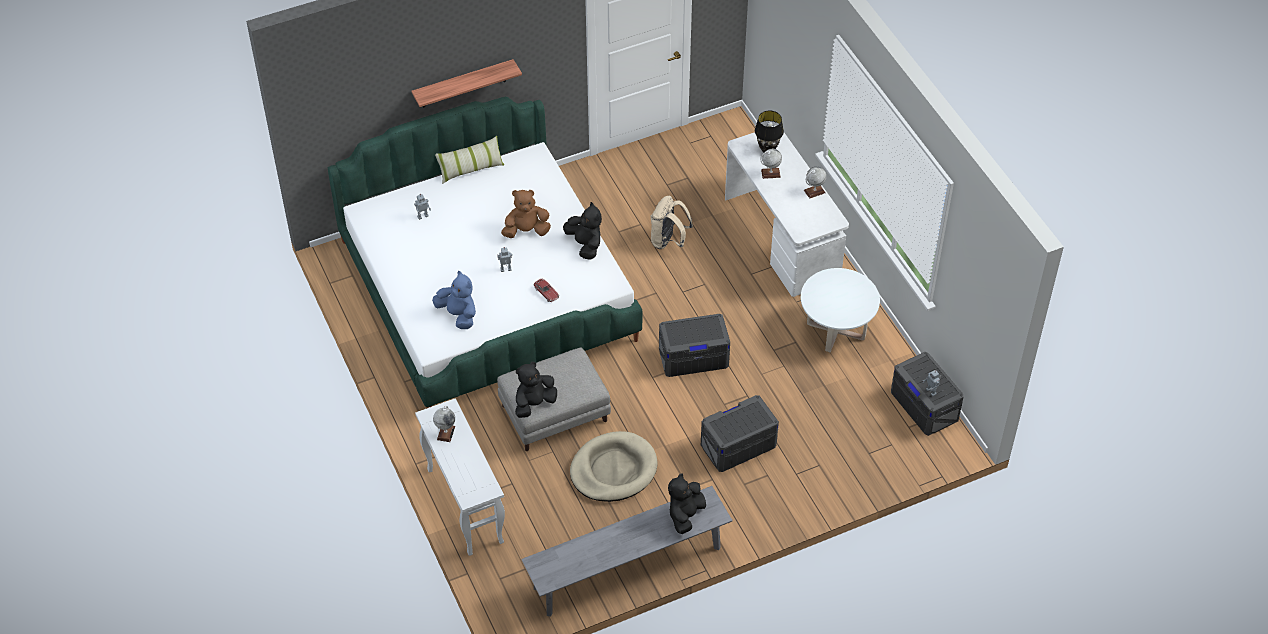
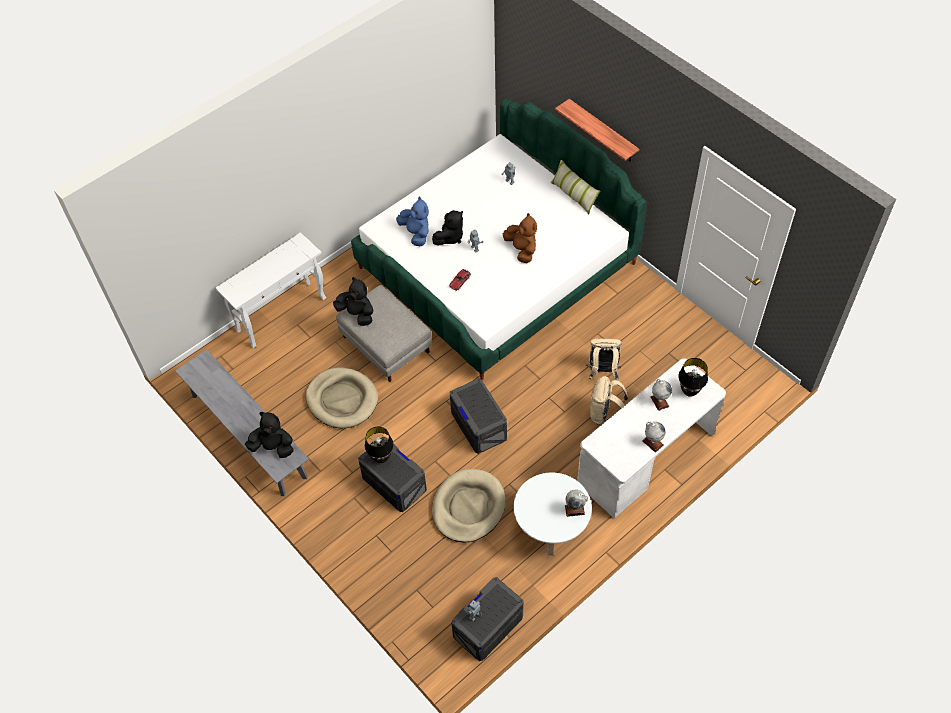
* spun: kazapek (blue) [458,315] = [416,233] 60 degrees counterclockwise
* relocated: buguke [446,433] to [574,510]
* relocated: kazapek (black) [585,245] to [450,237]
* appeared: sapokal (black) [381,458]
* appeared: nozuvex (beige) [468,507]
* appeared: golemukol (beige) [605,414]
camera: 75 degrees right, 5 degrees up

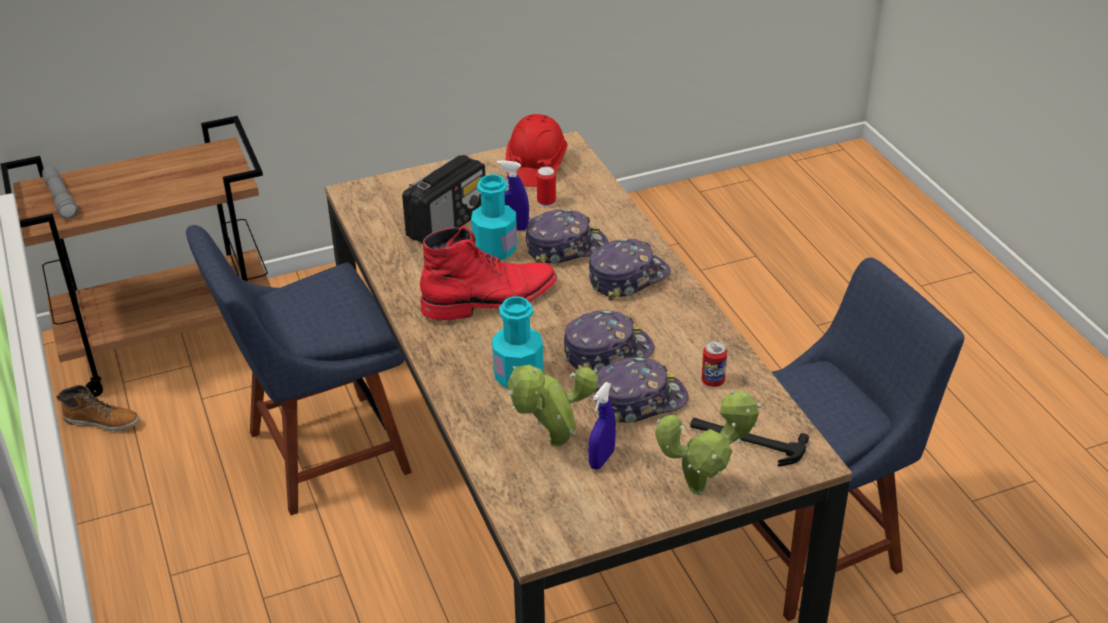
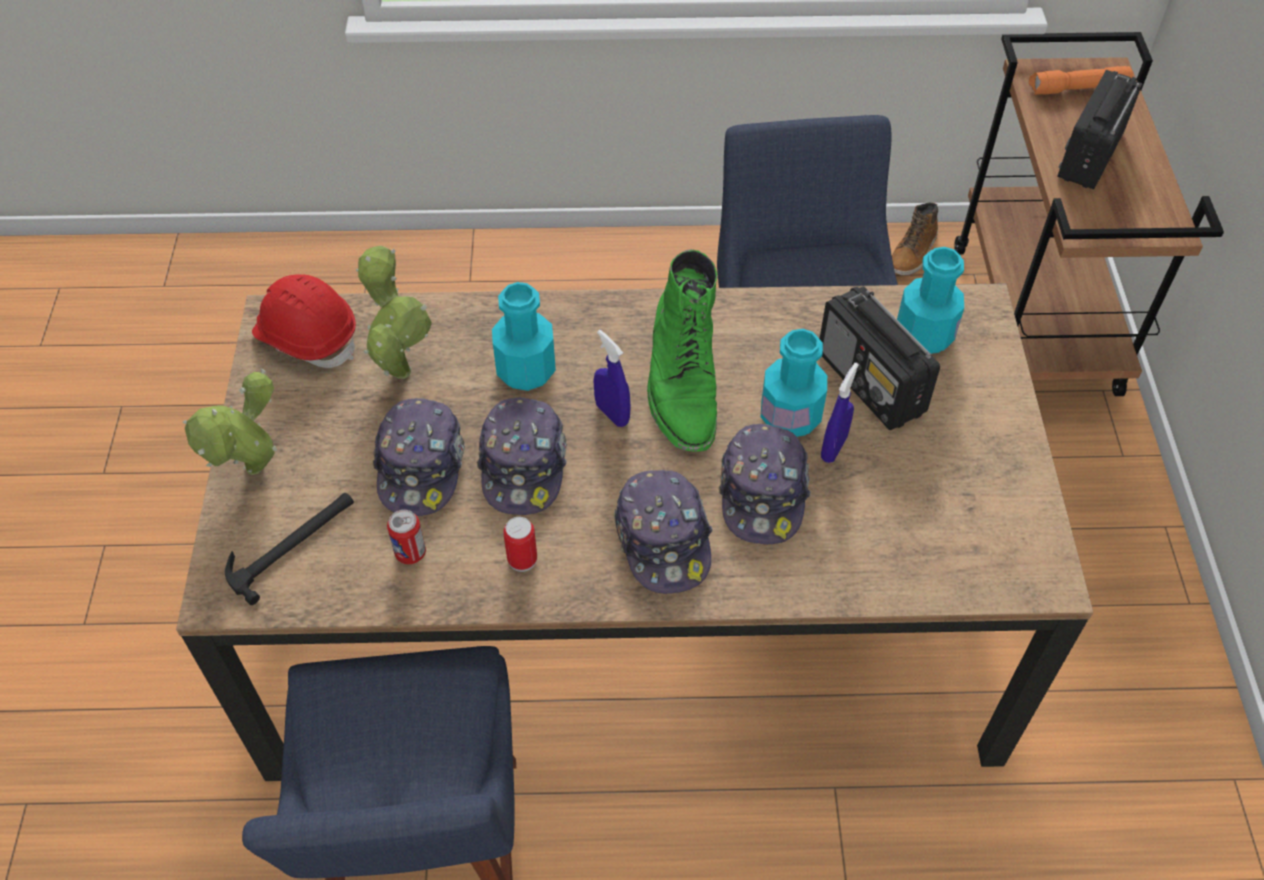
* colour: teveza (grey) [62,199] to teveza (orange) [1077,89]
* colour: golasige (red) [490,300] to golasige (green) [682,383]
* relocated: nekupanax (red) [535,166] to [307,337]
* relocated: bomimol [546,202] to [522,559]
* relocated: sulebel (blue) [601,459] to [612,414]
* appeared: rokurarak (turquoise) [924,335]
* appeared: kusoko [1089,156]
camera: 110 degrees right, 15 degrees up

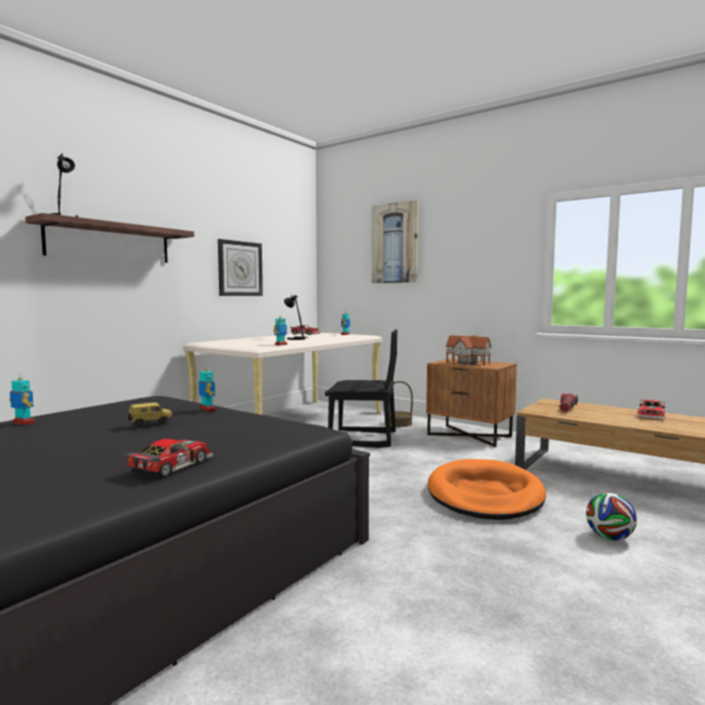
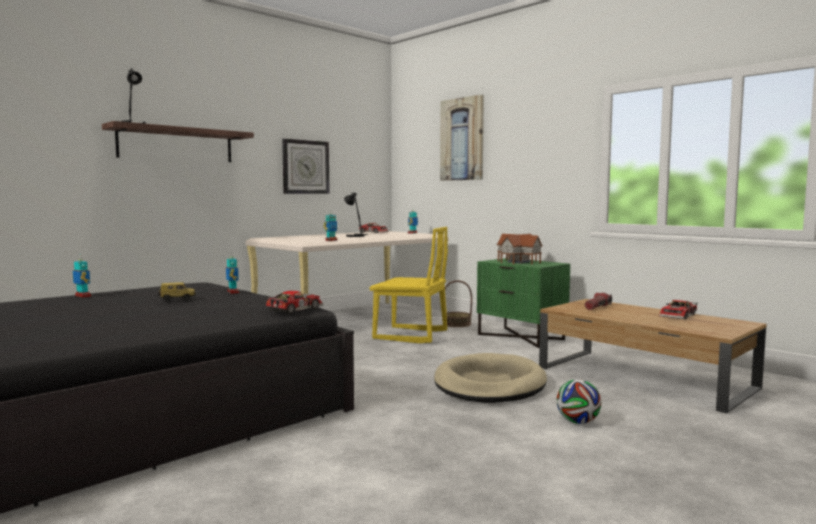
* relocated: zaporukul [169,465] to [293,309]
* colour: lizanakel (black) [363,439] to lizanakel (yellow) [410,335]
* colour: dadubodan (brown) [470,435] to dadubodan (green) [521,337]
* colour: nozuvex (orange) [484,495] to nozuvex (beige) [489,384]
camera: 10 degrees right, 0 degrees up

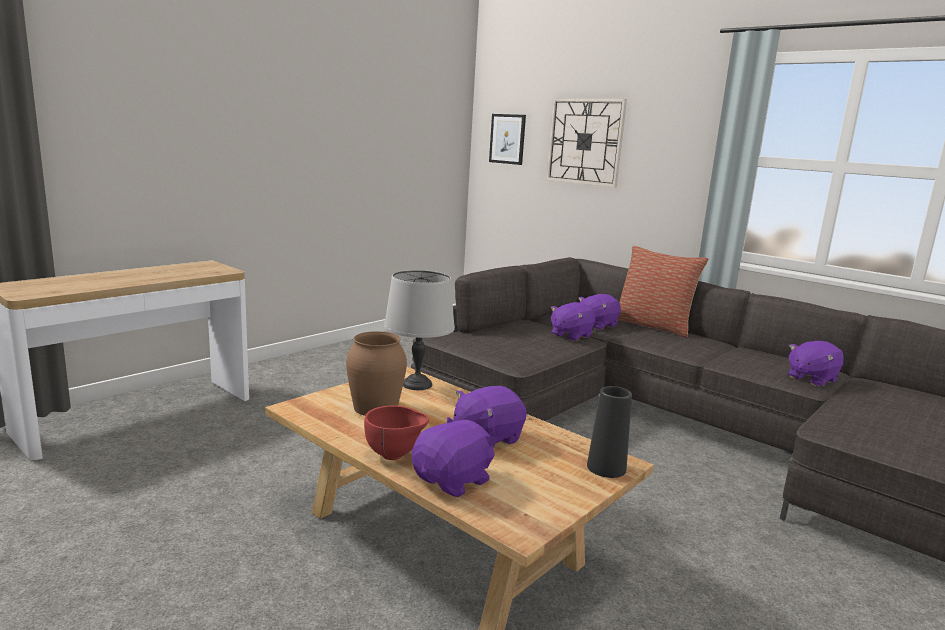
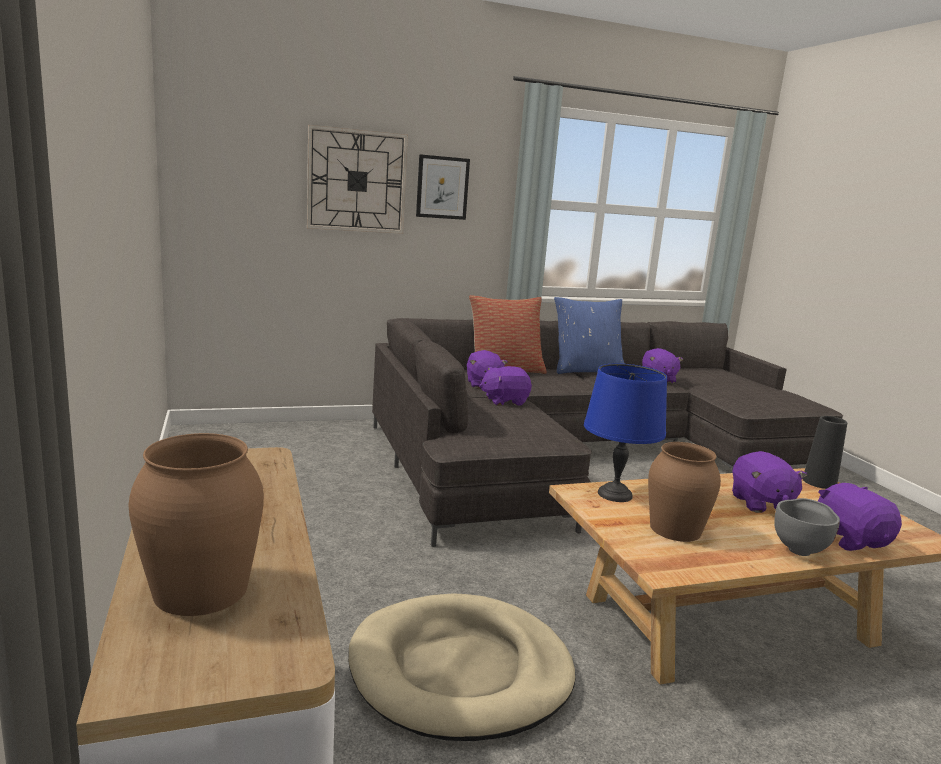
* colour: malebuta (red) [395,456] to malebuta (grey) [800,550]
* colour: sapokal (grey) [417,384] to sapokal (blue) [614,494]
* relocated: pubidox [507,139] to [442,187]
* spun: kazapek (purple) [570,335] = [504,401] 90 degrees clockwise
* appeared: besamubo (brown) [201,589]
* appeared: nozuvex (beige) [461,671]
* appeared: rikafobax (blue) [586,370]
camera: 60 degrees left, 0 degrees up

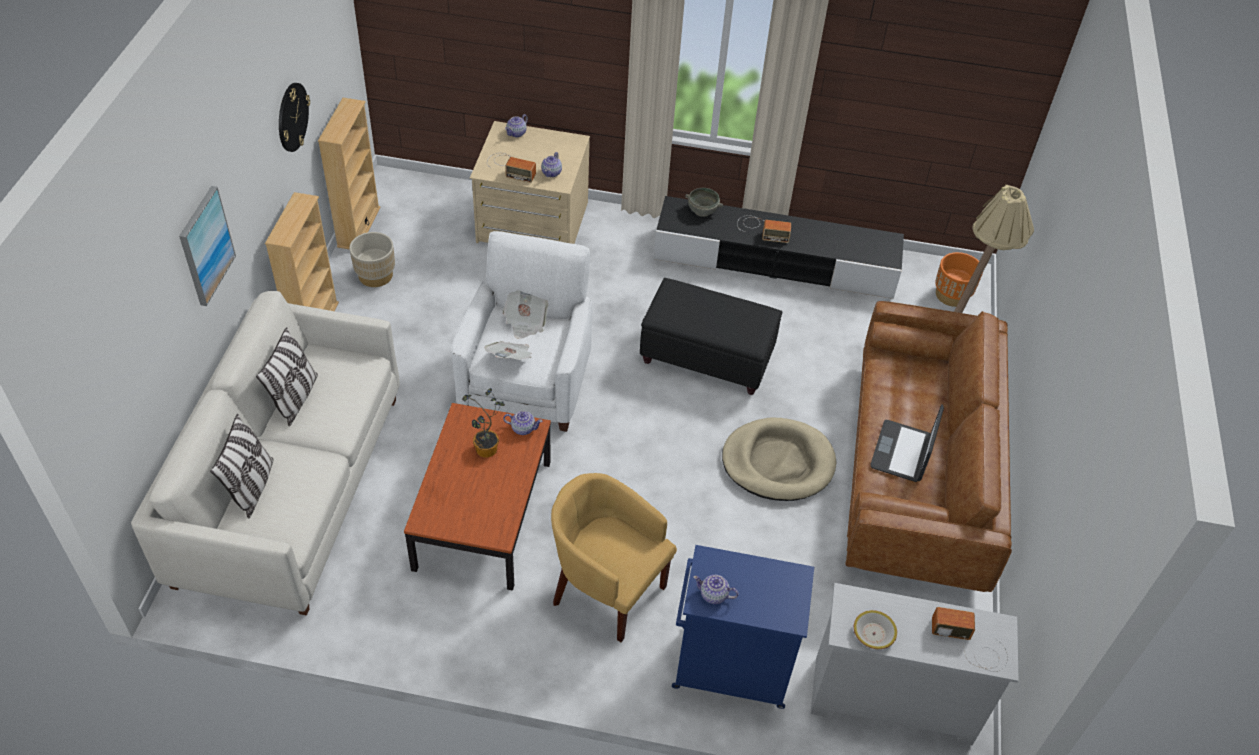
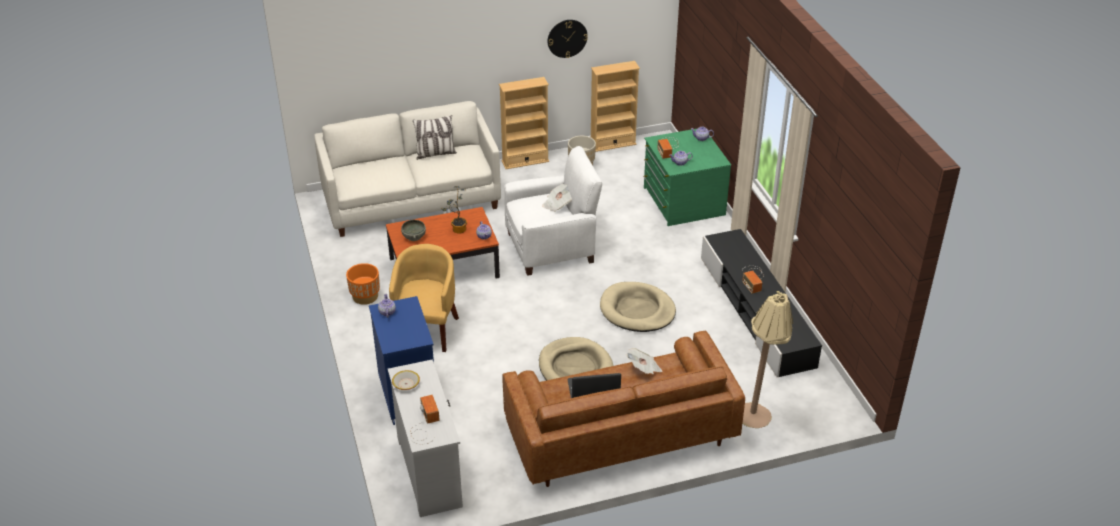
* missing: pubidox [205,246]
* missing: rikafobax [252,487]
* colour: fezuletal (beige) [532,223] to fezuletal (green) [682,201]
* relocated: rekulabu [510,358] to [643,369]
* exchanged: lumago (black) [707,358] to nozuvex (beige) [637,310]
* relocated: malebuta (grey) [702,211] to [413,237]
* relocated: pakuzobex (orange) [952,295] to [365,296]
camera: 65 degrees right, 10 degrees down

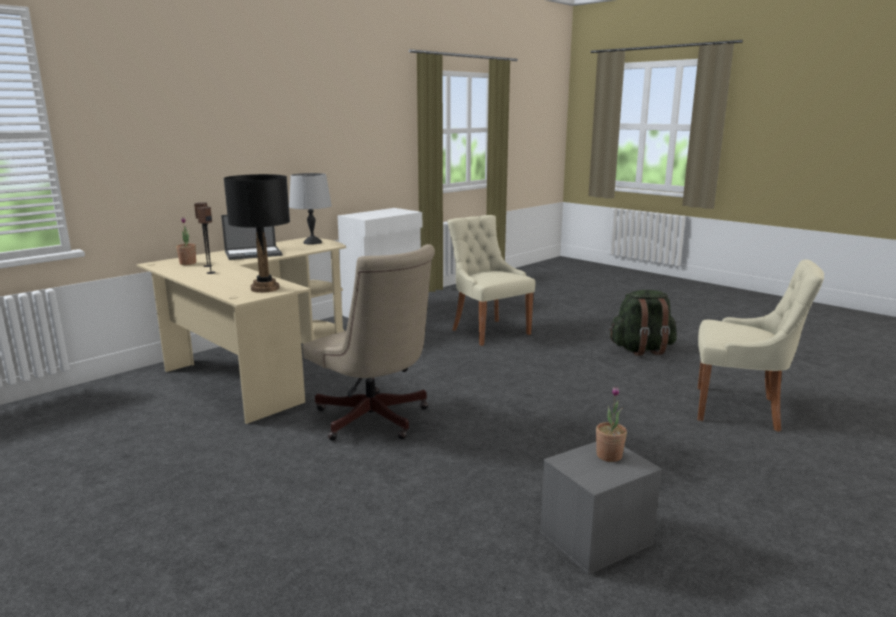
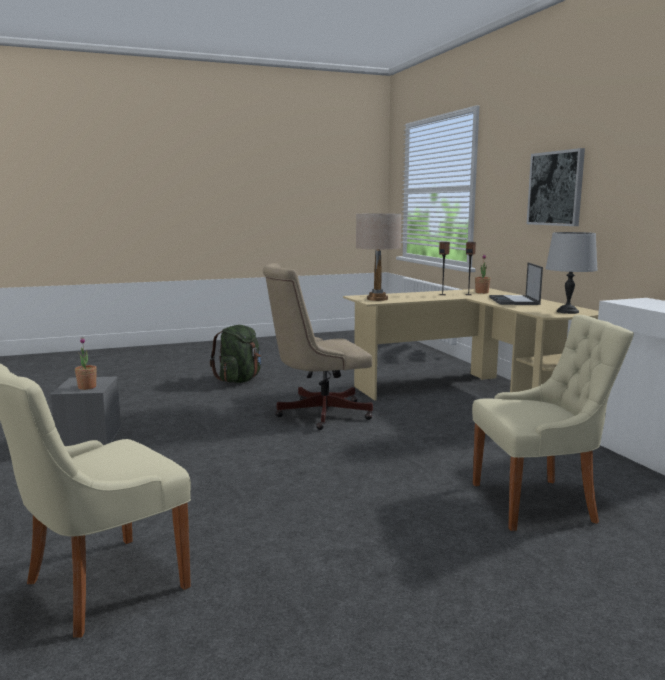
* colour: sapokal (black) [265,288] to sapokal (beige) [377,299]
* relocated: golemukol (green) [641,349] to [239,380]
* appeared: pubidox [556,188]
camera: 115 degrees right, 5 degrees down

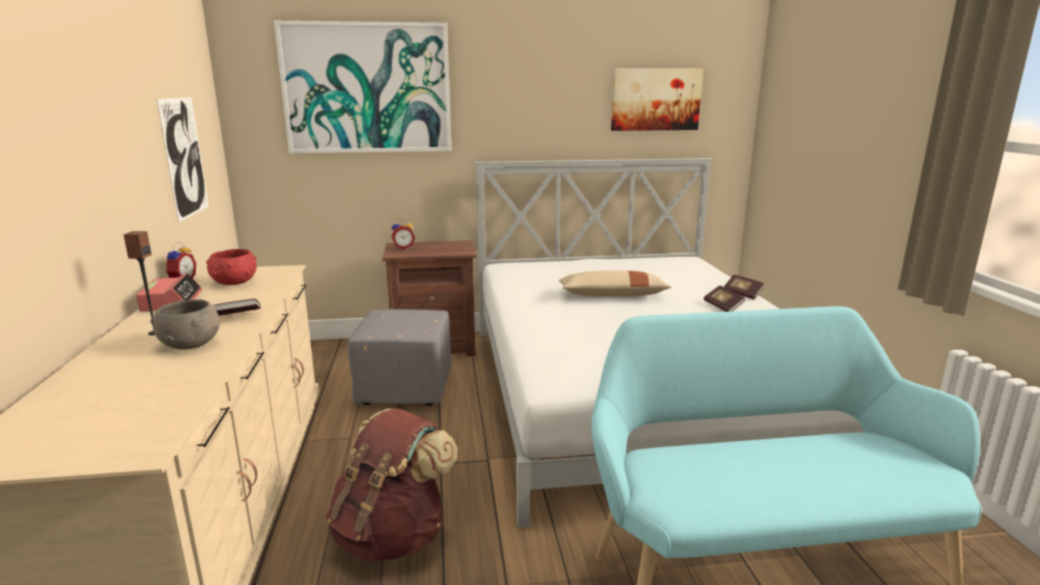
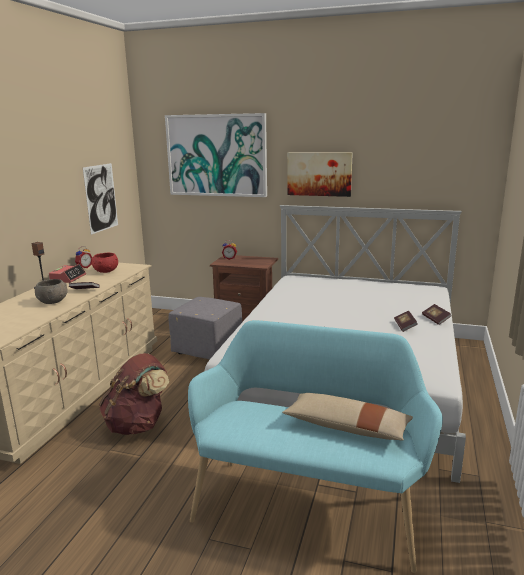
* relocated: rikafobax (beige) [612,296] to [347,427]
* relocated: pubidox [655,99] to [319,174]
camera: 25 degrees right, 0 degrees up

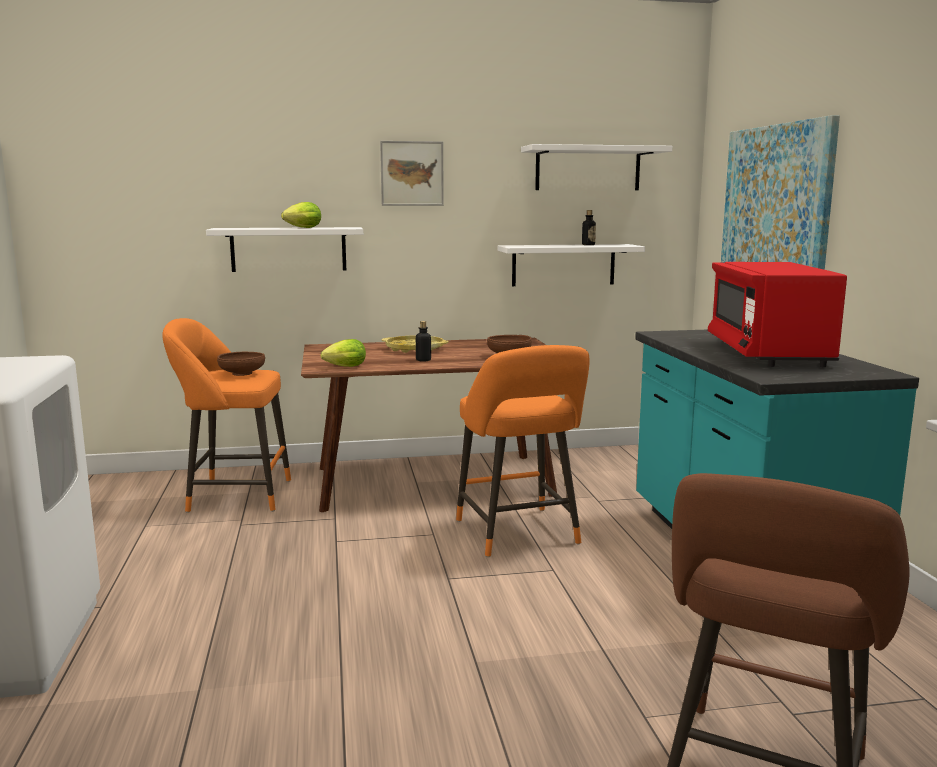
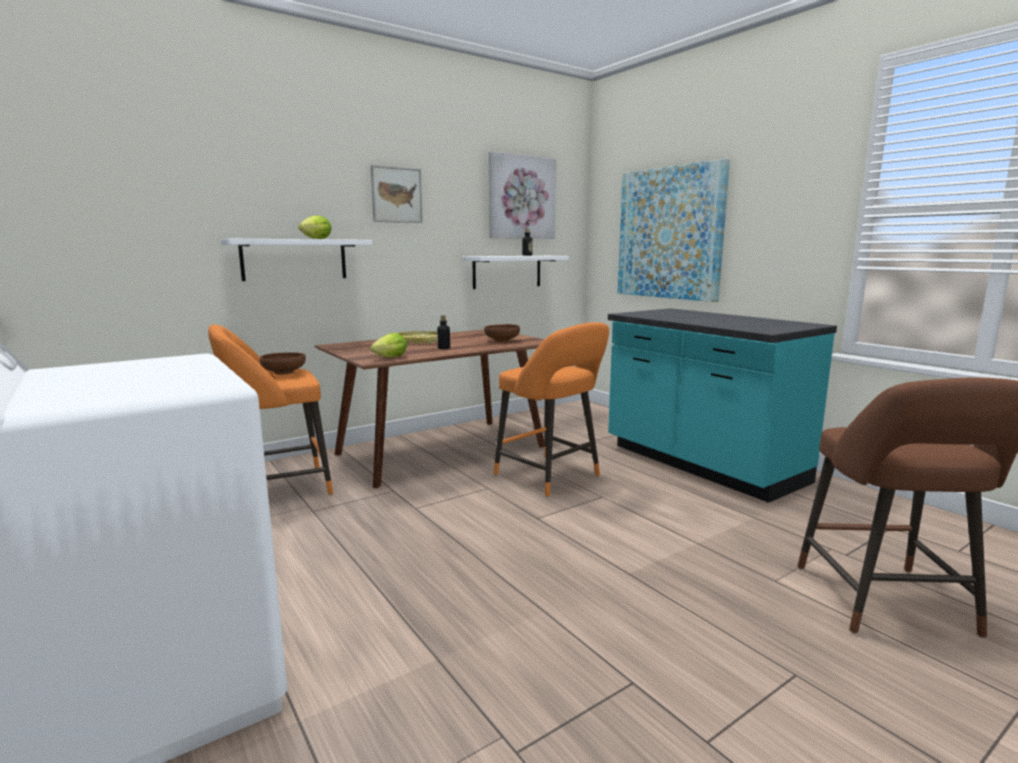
* exchanged: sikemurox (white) [588,169] to pubidox [521,197]
* missing: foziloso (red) [767,353]
camera: 25 degrees left, 0 degrees up

